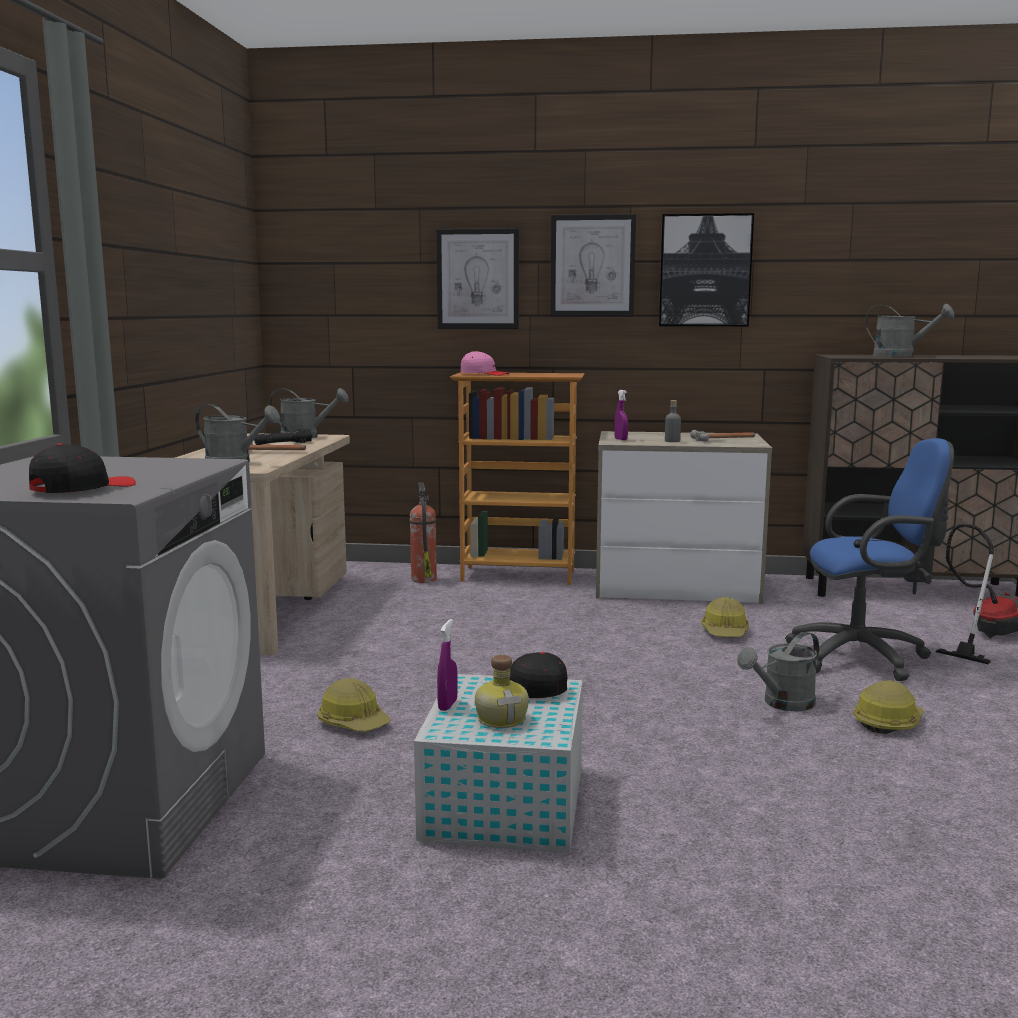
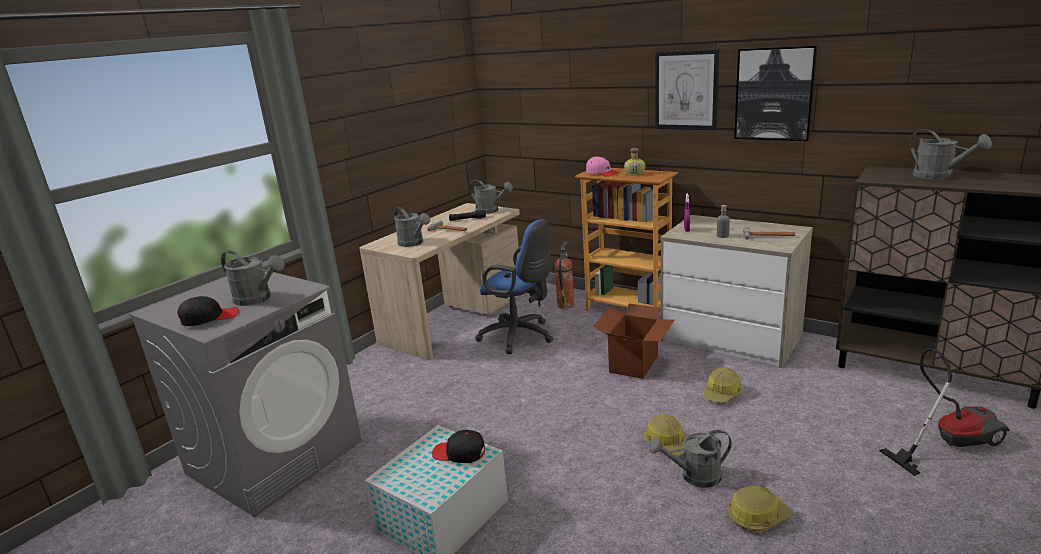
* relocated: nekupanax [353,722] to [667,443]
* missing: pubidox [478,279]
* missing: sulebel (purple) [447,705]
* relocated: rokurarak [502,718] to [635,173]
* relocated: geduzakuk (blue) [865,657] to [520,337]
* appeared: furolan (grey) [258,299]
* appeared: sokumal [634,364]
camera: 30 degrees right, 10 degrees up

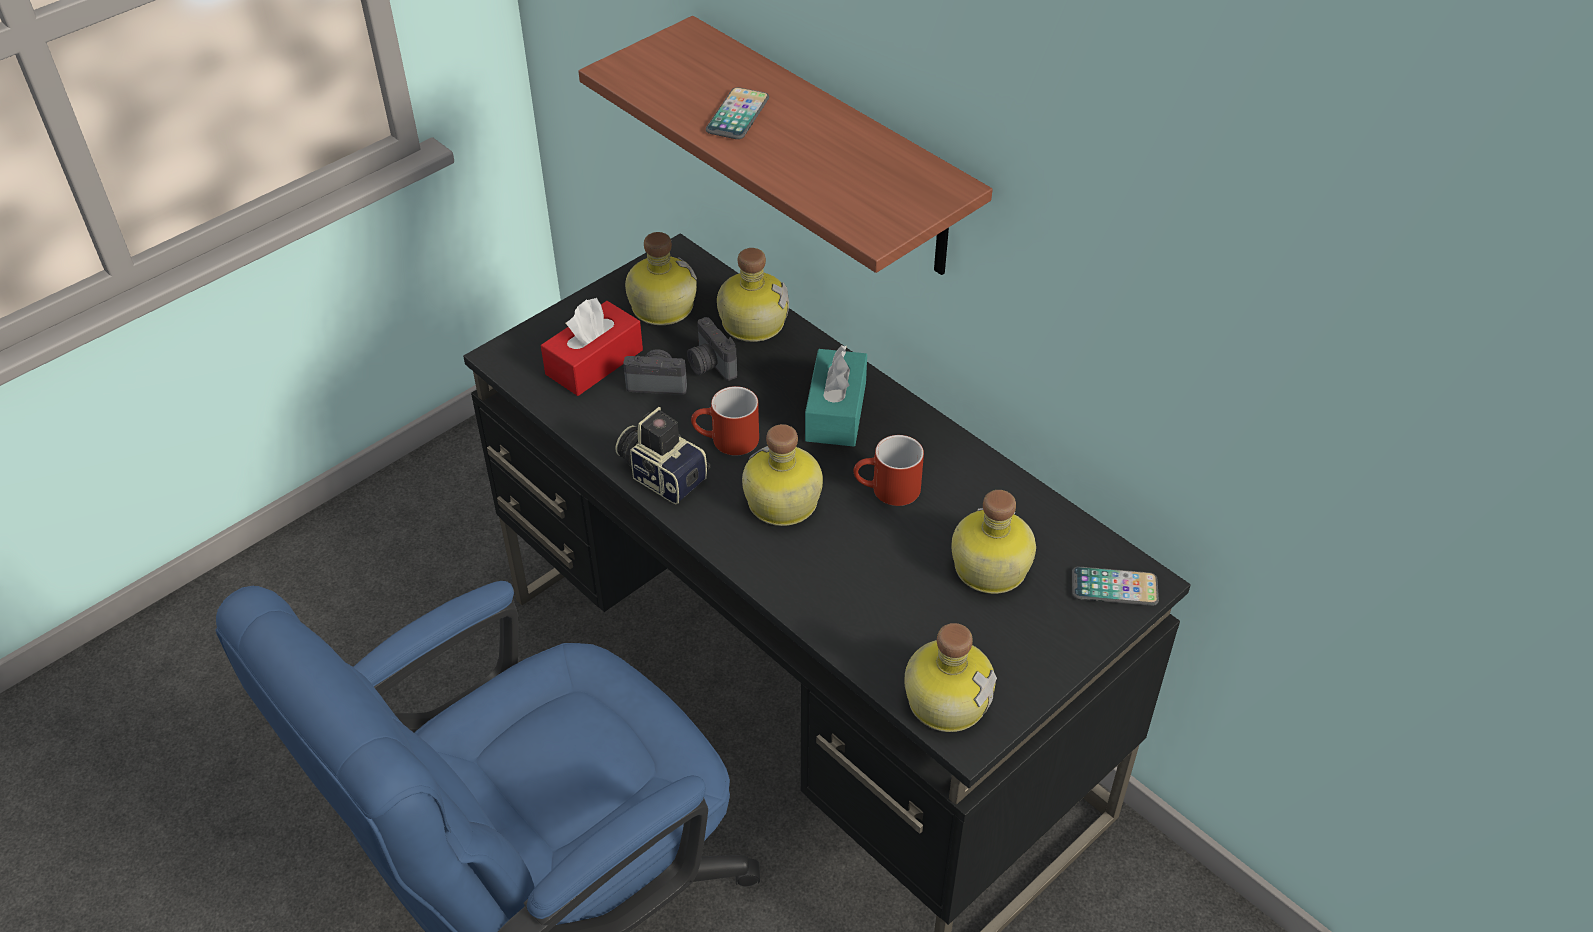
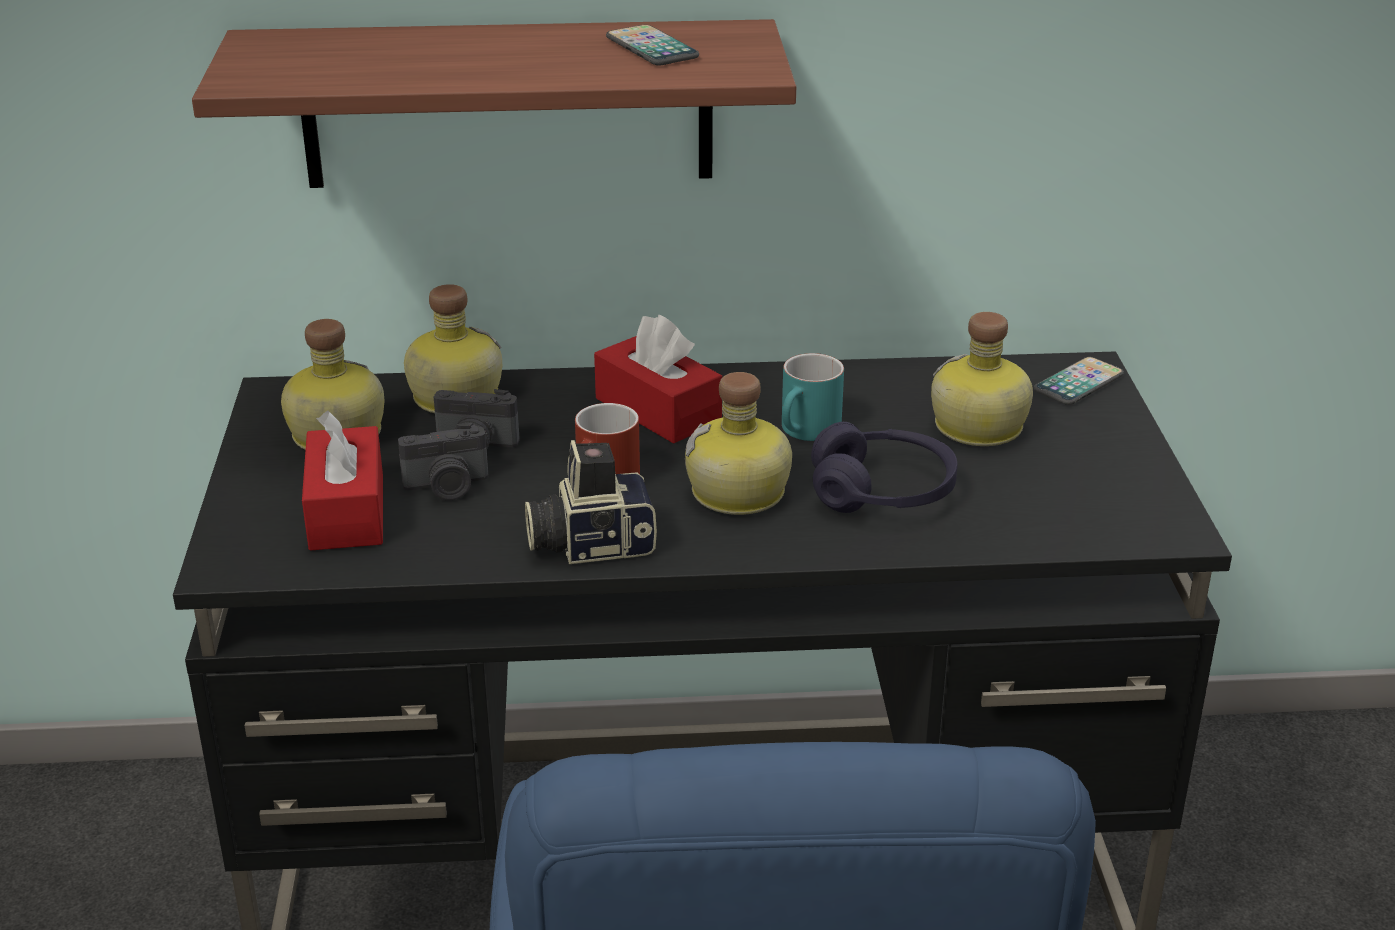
* spun: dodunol [657,382] = [447,487] 150 degrees counterclockwise
* relocated: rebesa [737,115] to [652,48]
* colour: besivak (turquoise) [836,411] to besivak (red) [658,410]
* colour: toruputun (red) [887,491] to toruputun (turquoise) [807,432]
* missing: rokurarak [946,698]
* appeared: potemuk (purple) [882,492]
camera: 50 degrees left, 15 degrees down

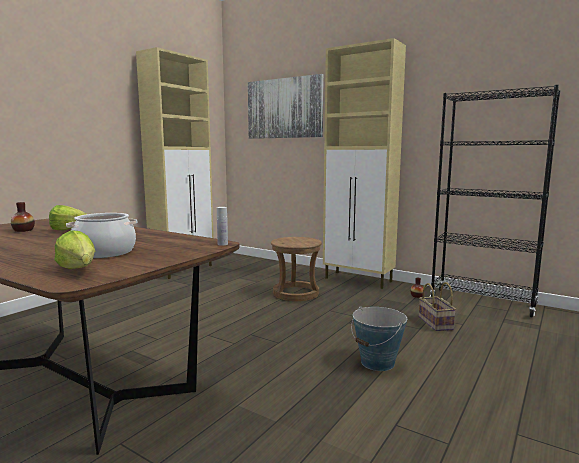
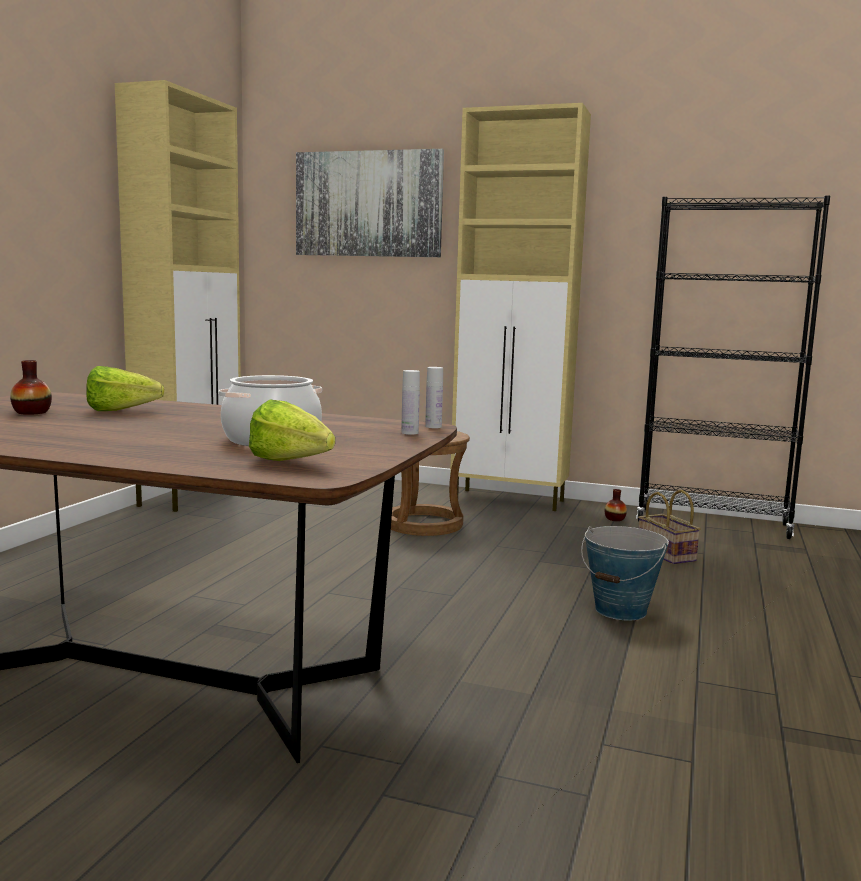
* appeared: rokurarak (white) [409,433]
camera: 15 degrees left, 0 degrees up

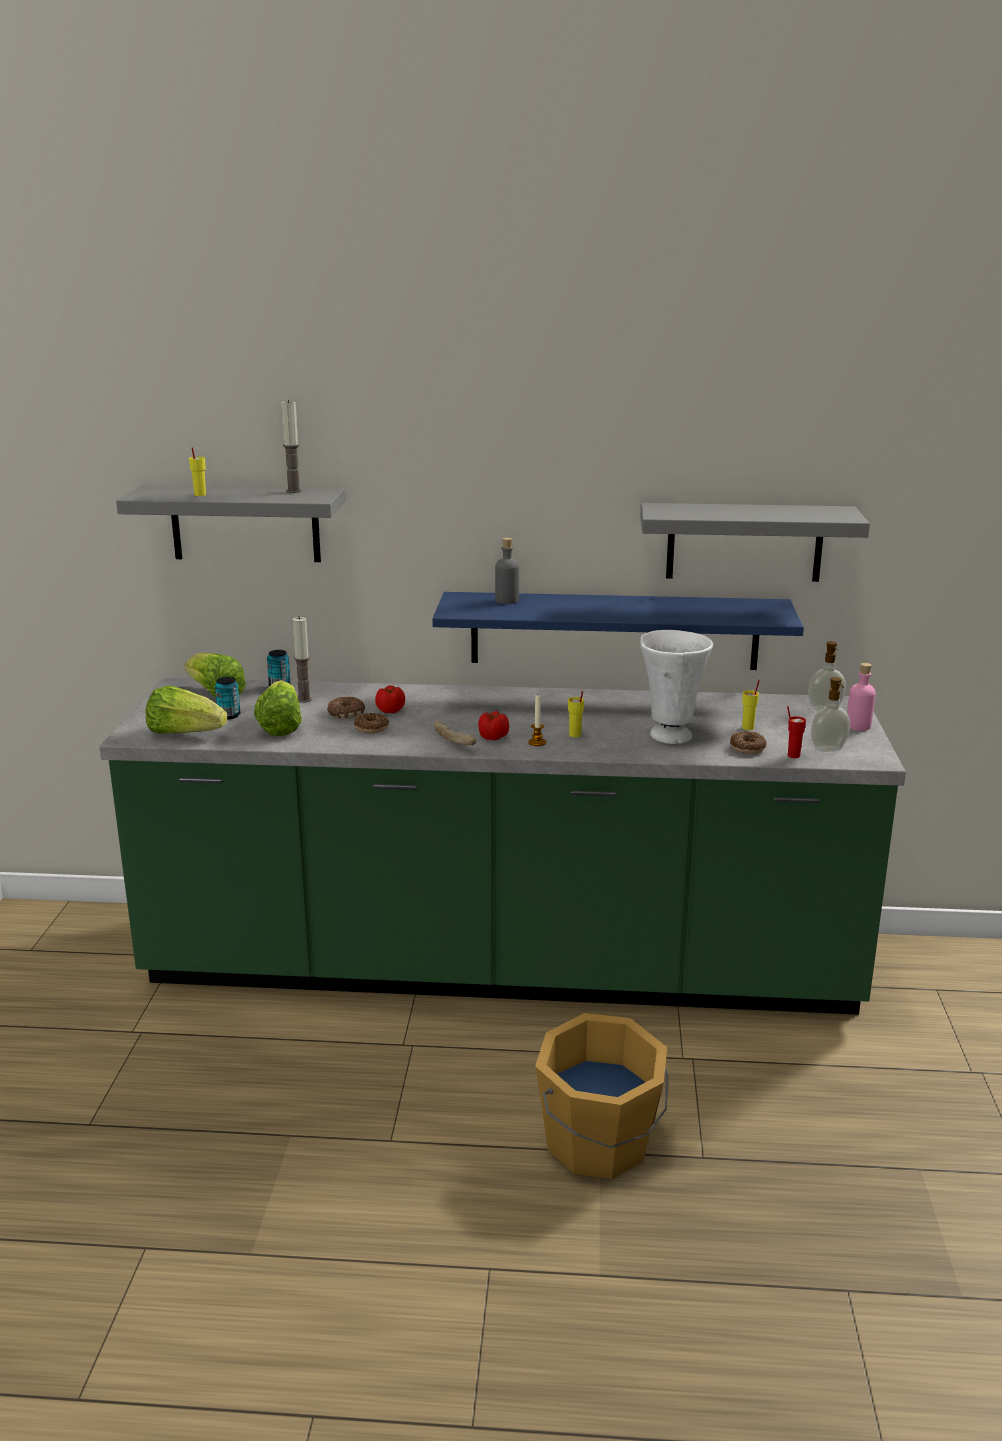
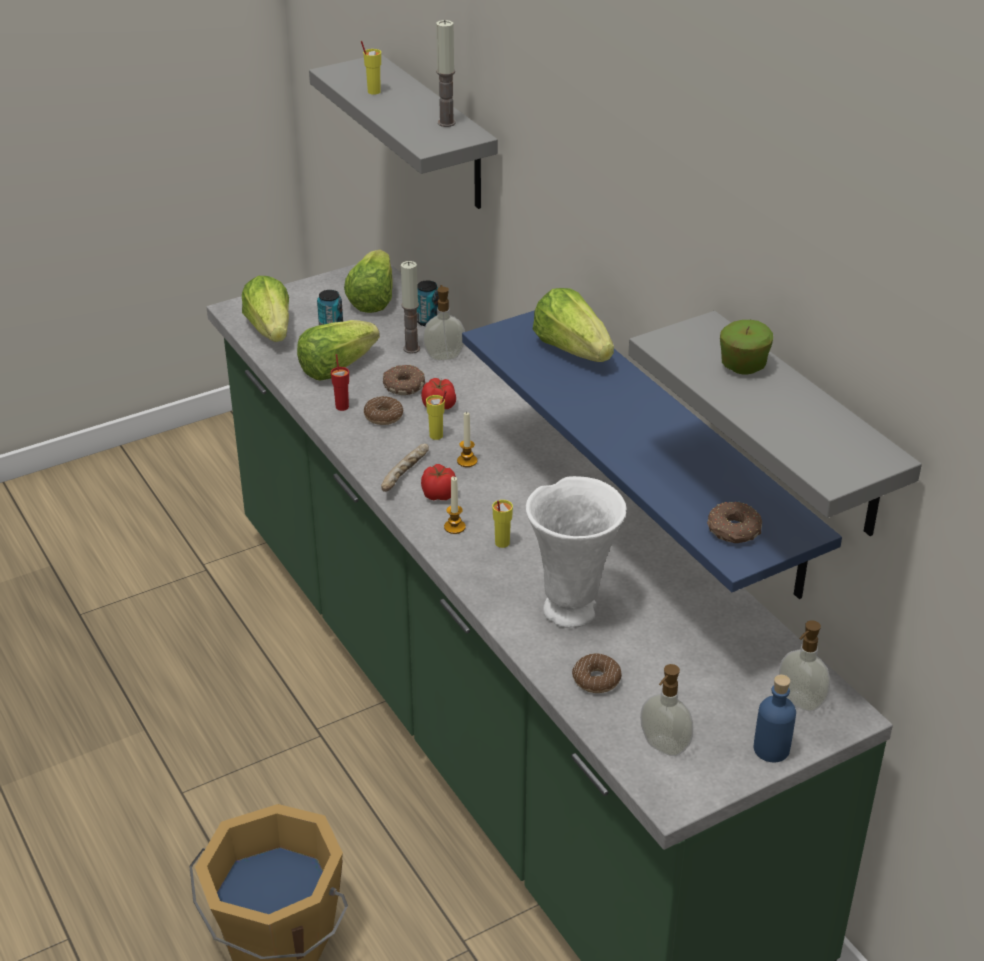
* exchanged: rokurarak (grey) [507,600] to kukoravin [572,350]
* relocated: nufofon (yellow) [748,727] to [436,436]
* relocated: nufofon (red) [793,755] to [342,406]
* colour: rokurarak (pink) [858,726] to rokurarak (blue) [771,749]
* appeared: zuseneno [444,356]
* appeared: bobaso [467,461]
* appeared: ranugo [733,530]
* appeared: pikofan [743,366]
camera: 55 degrees right, 15 degrees up

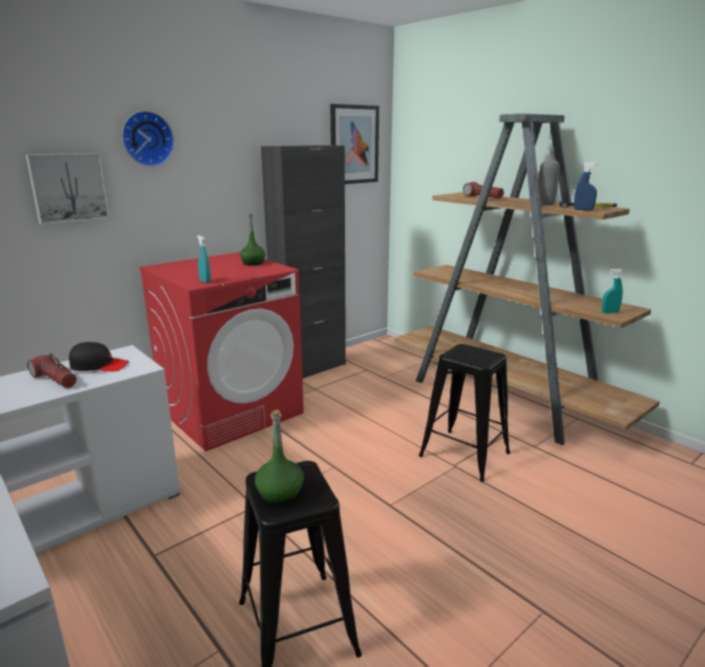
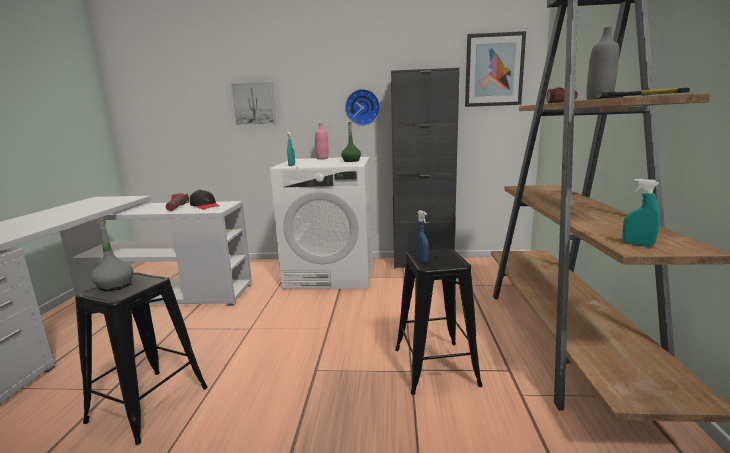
* relocated: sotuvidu [147,139] to [362,107]
* colour: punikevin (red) [232,411] to punikevin (white) [331,273]
* colour: rokurarak (green) [280,493] to rokurarak (grey) [115,286]
* relocated: sulebel (blue) [583,209] to [421,260]
* appeared: rokurarak (pink) [322,158]
camera: 45 degrees right, 5 degrees down

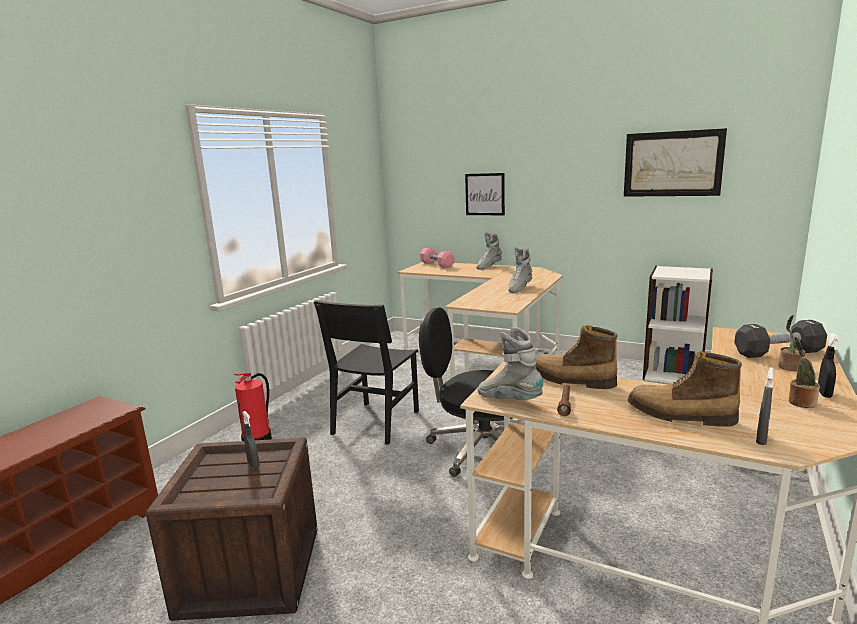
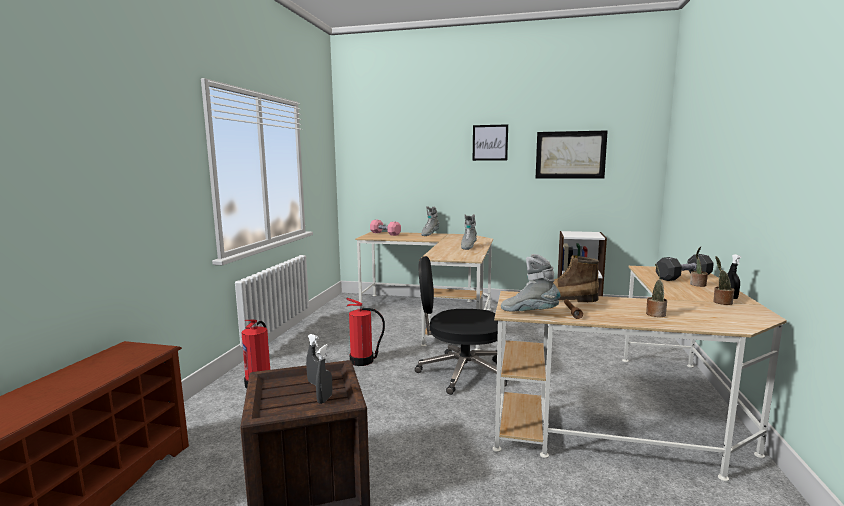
* exchanged: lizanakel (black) [376,422] to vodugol [362,361]
* relocated: pubidox [485,194] to [490,142]
* exchanged: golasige [680,416] to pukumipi [655,314]
* relocated: sulebel (grey) [761,439] to [324,399]
camera: 15 degrees left, 5 degrees down

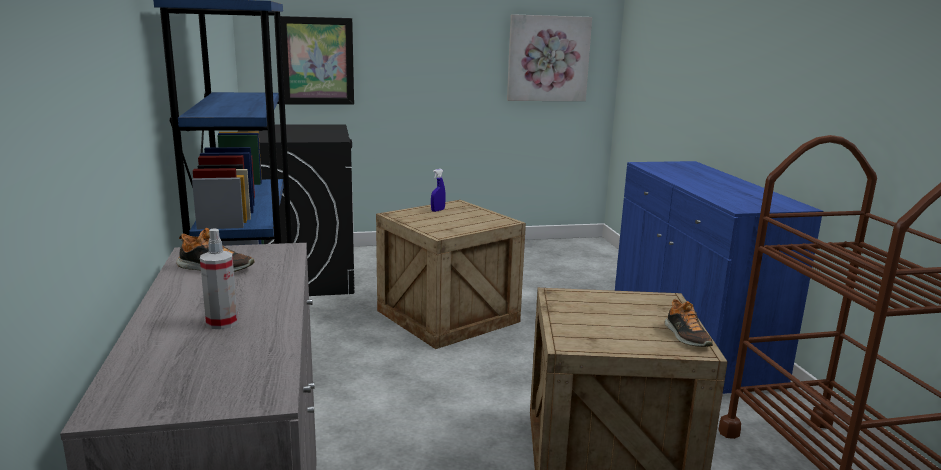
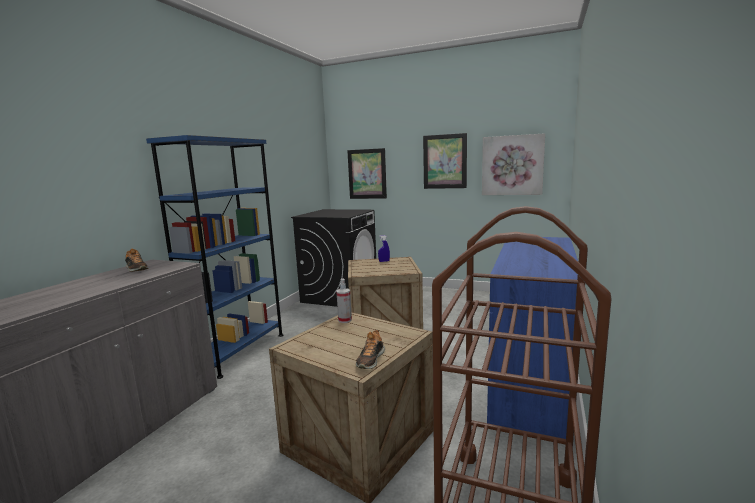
* relocated: sulebel [222,322] to [345,320]
* appeared: pubidox [444,161]
camera: 35 degrees right, 5 degrees down

